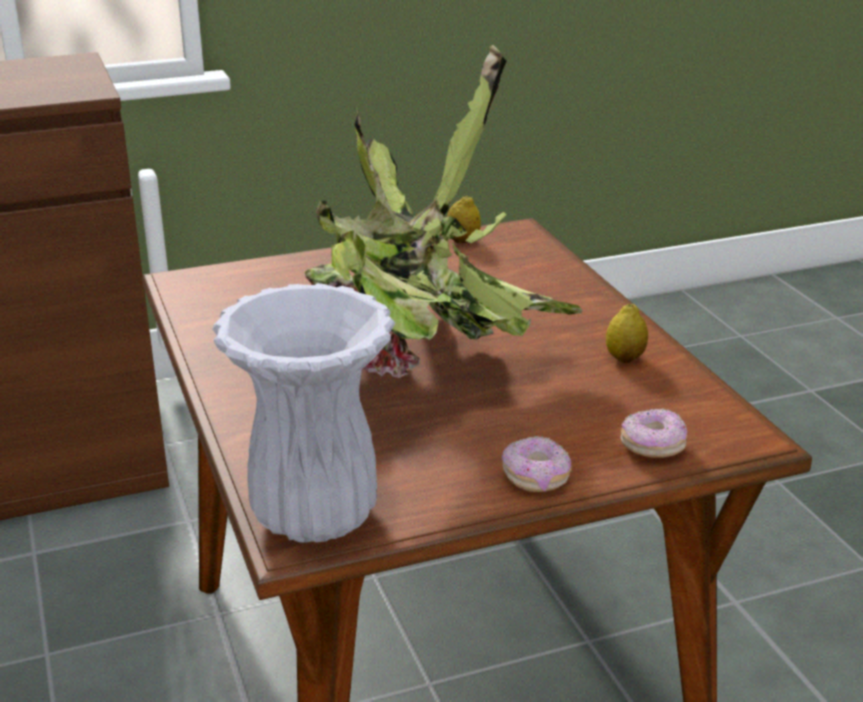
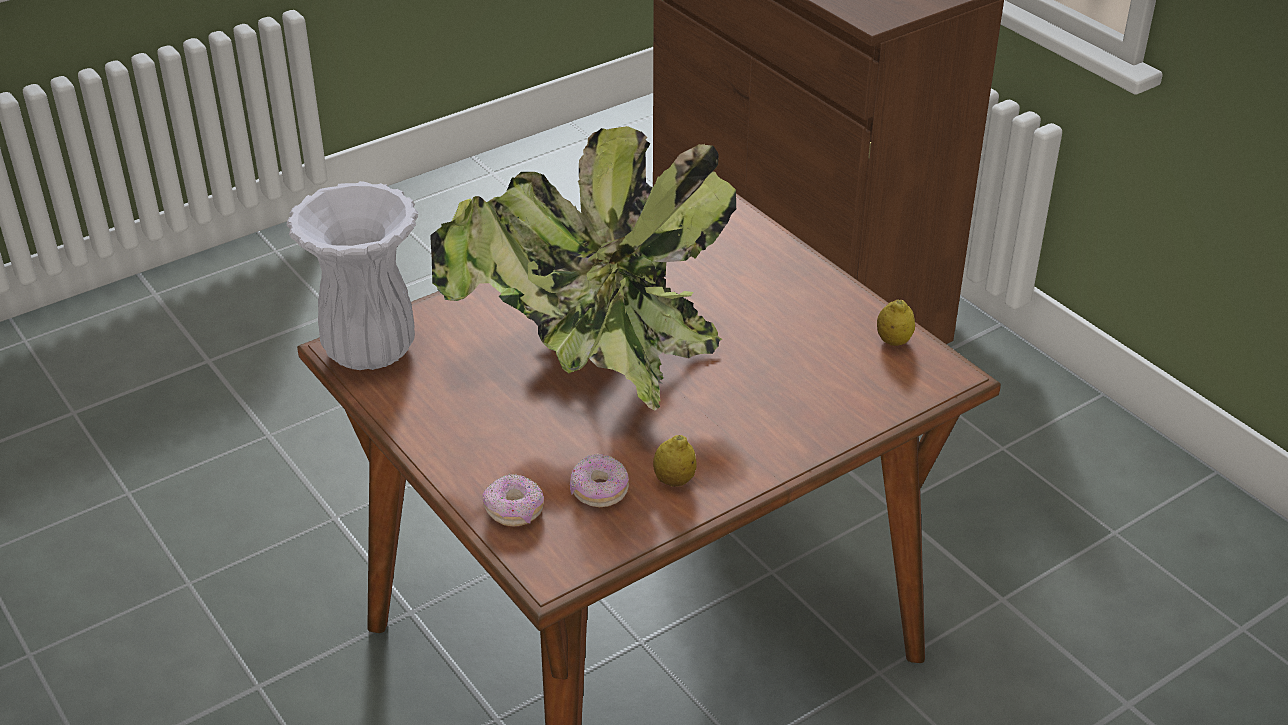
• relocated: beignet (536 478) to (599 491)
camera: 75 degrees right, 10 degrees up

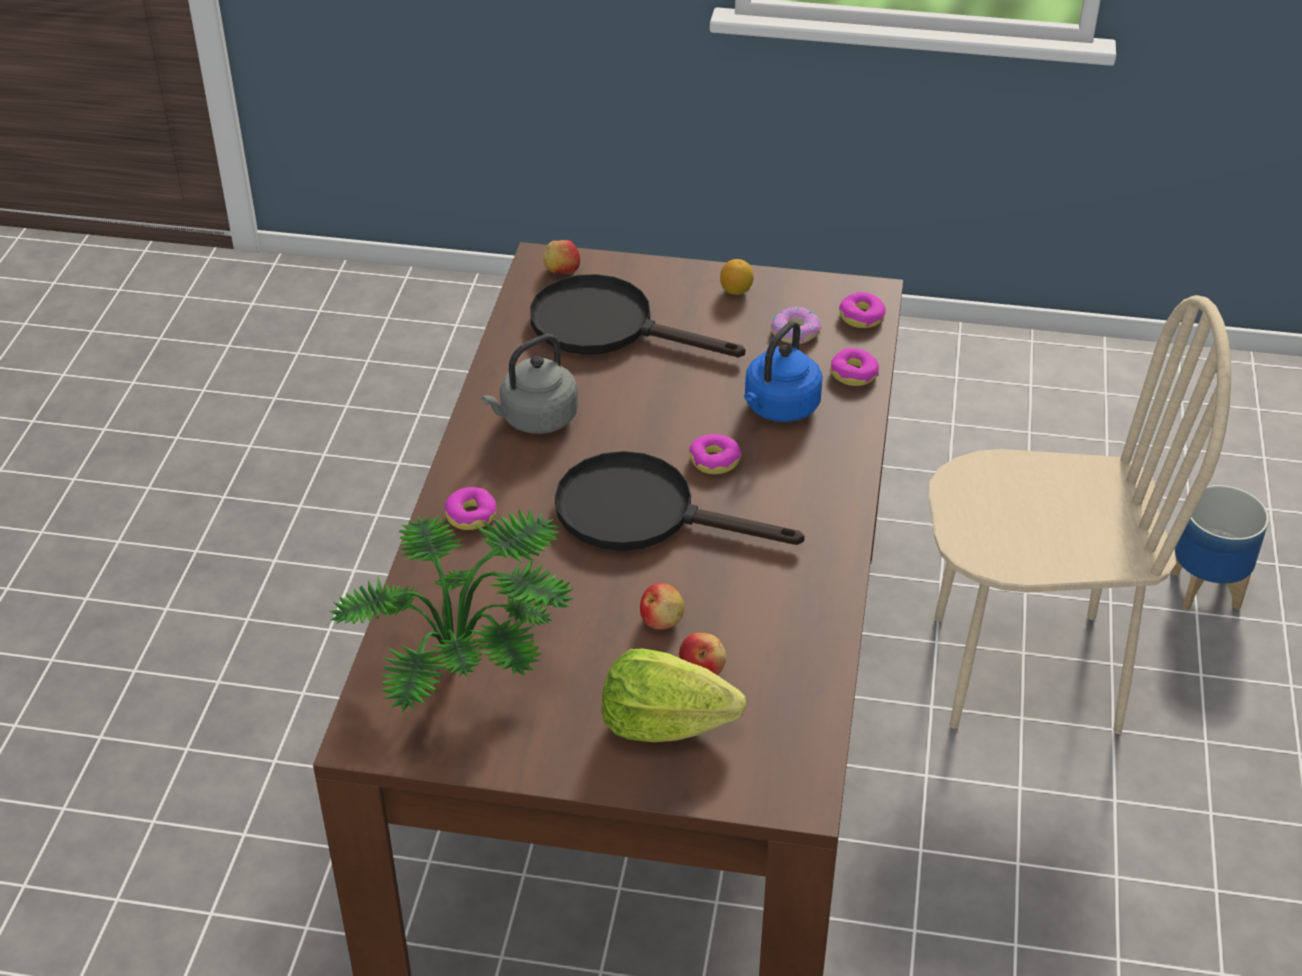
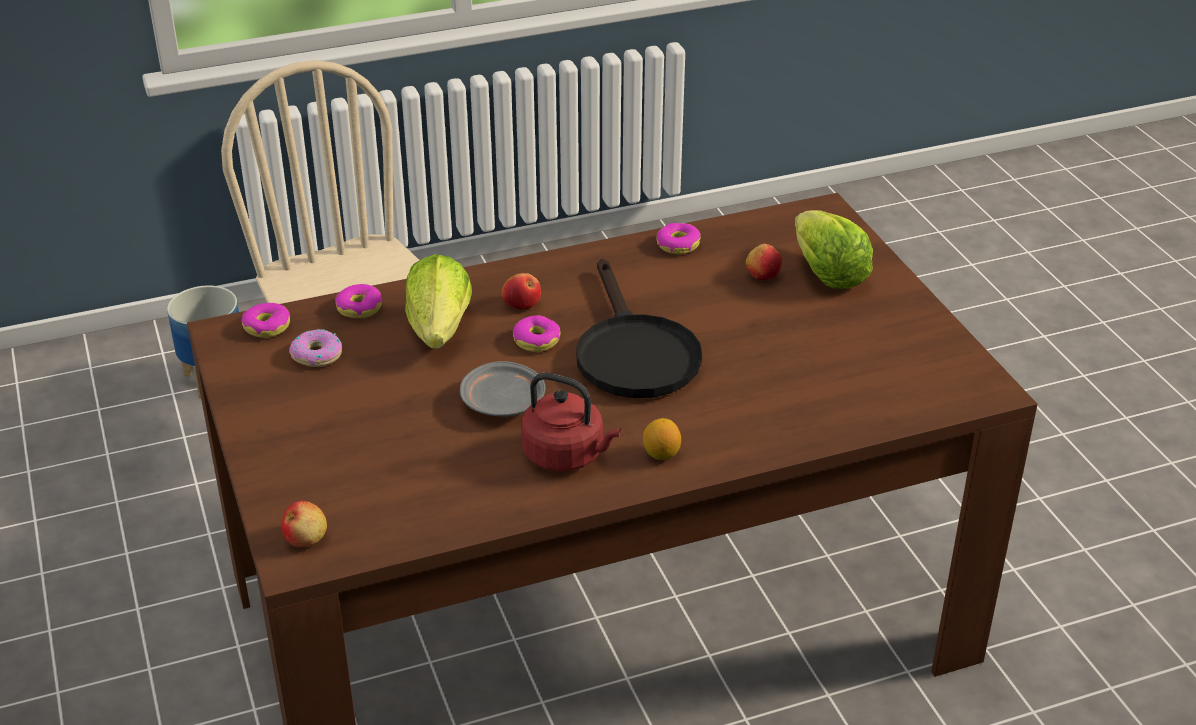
• relocated: citron (736 291) to (661 454)
• missing: poêle [noir] (608 326)
• exchanged: bouilloire [bleu] (779 408) to laitue (439 330)
• colour: bouilloire [gris] (535 419) to bouilloire [rouge] (567 455)
• relocated: beignet (471 515) to (677 245)
• missing: plante en pot (468 668)
• relocated: pomme (662 619) to (521 304)
• appeared: assiette [gris] (503 403)
camera: 120 degrees left, 5 degrees down

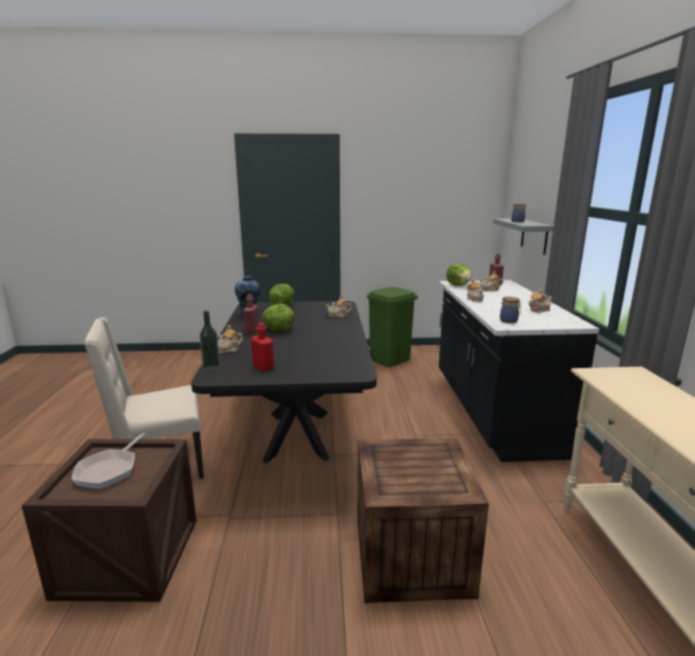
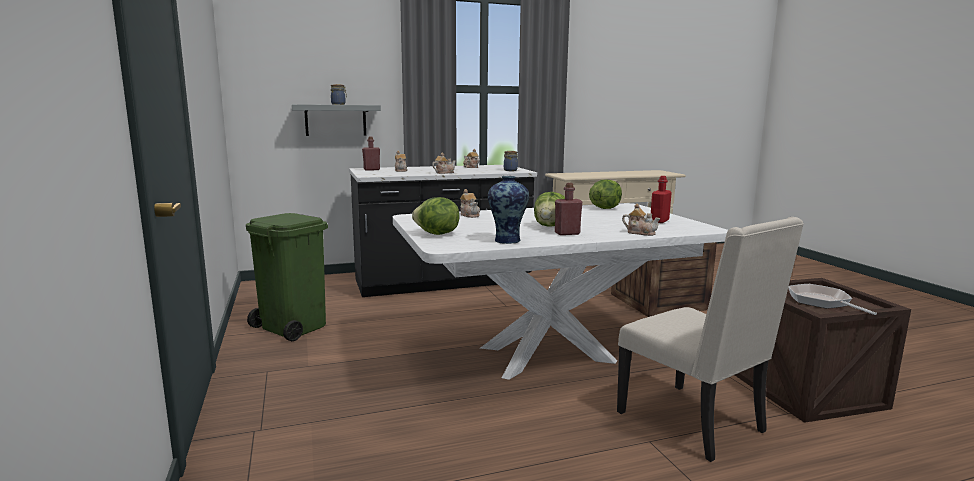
• relocated: laitue (458 285) to (604 208)
• colour: table à manger [noir] (297 435) to table à manger [blanc] (547 355)
• missing: bouteille (211 369)
• spun: poêle (109 470) = (821 302) 105 degrees counterclockwise
camera: 105 degrees left, 5 degrees down

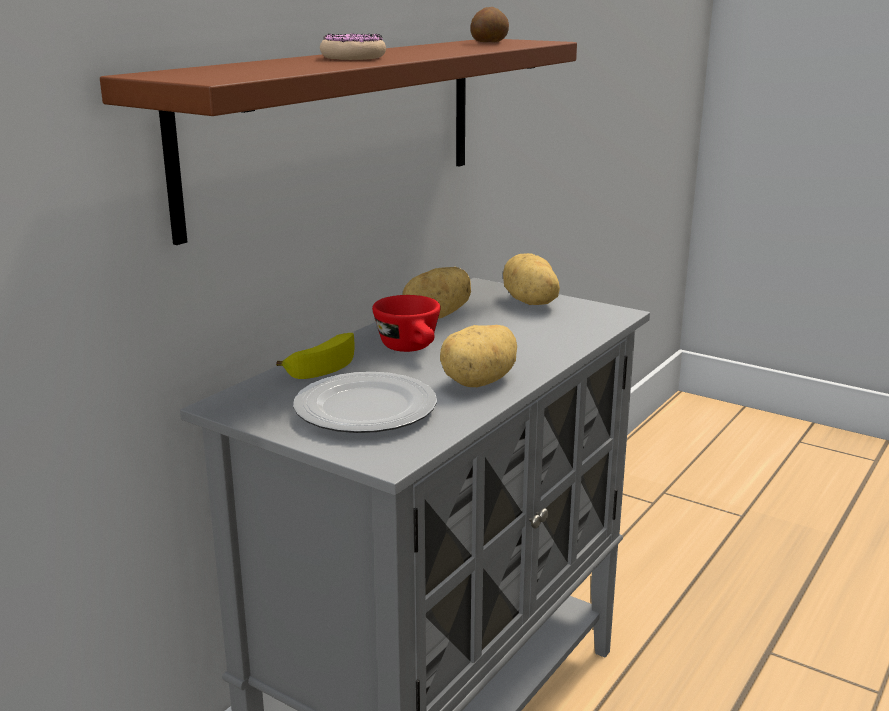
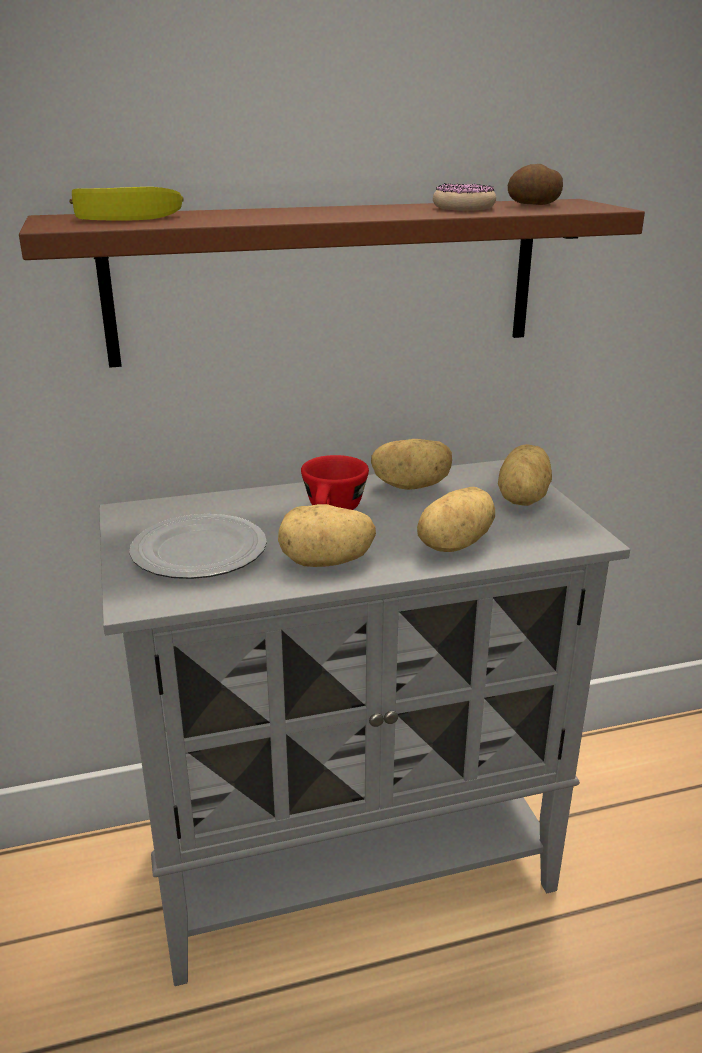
• relocated: beignet (353 57) to (463 207)
• relocated: banane (323 363) to (131 217)
• appeared: pomme de terre (452 545)
camera: 40 degrees right, 5 degrees up

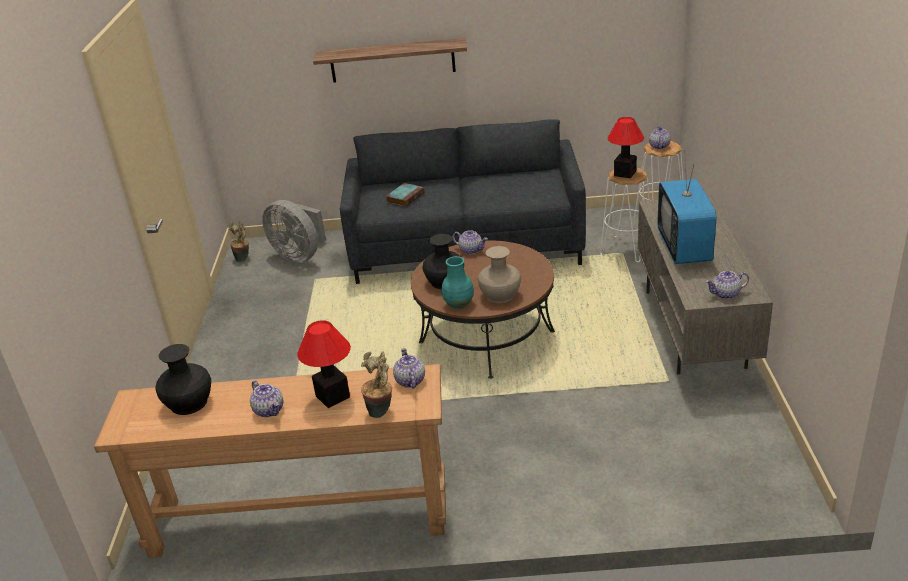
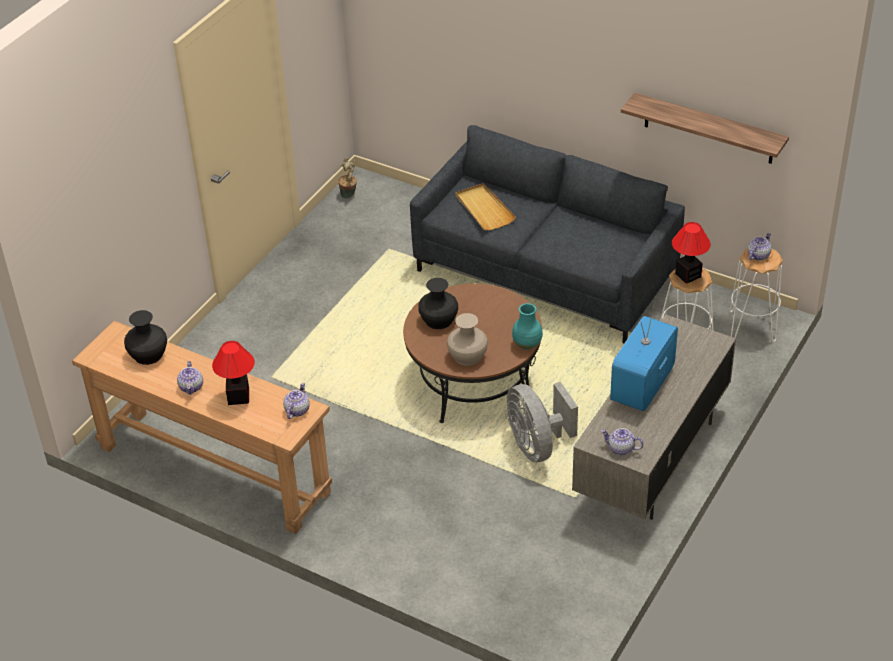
• relocated: étagère (392 60) to (708 129)
• exchanged: livre (405 197) to plateau [beige] (484 209)
• relocated: ventilateur [gris] (300 255) to (537 445)
• missing: théière (471 250)
• relocated: vase [turquoise] (459 304) to (527 344)
• missing: plante en pot (381 410)
camera: 30 degrees right, 10 degrees up

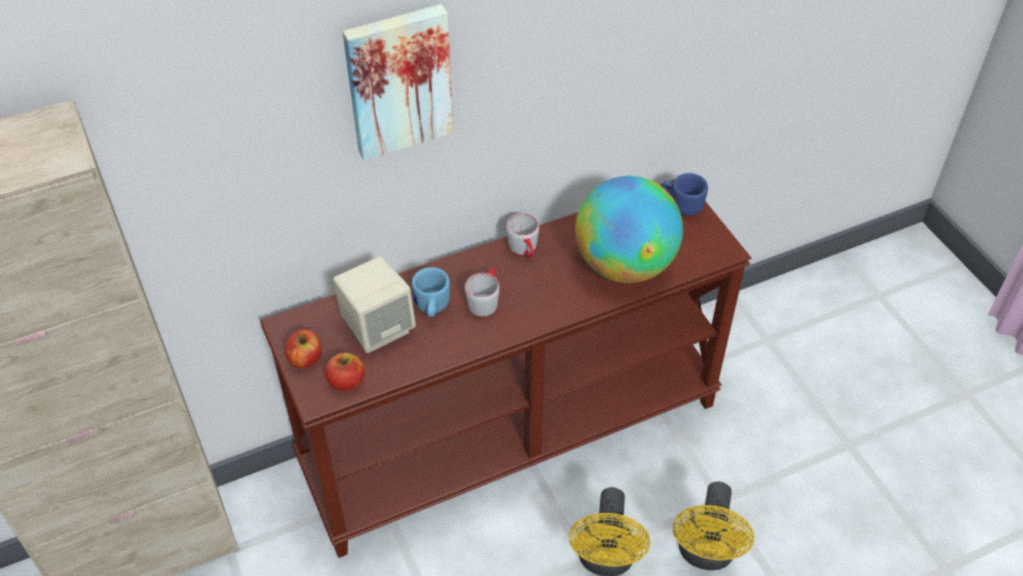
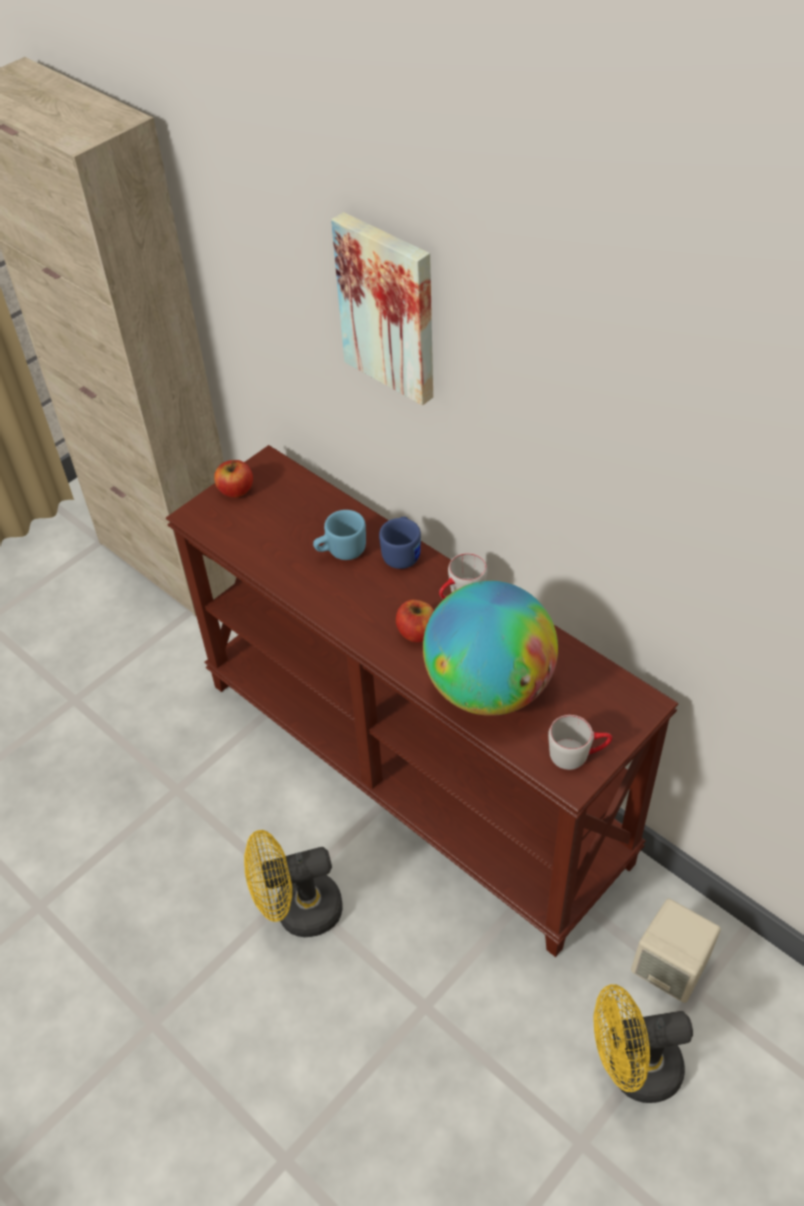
• relocated: mug [bleu] (681 205) to (402 553)
• relocated: enceinte [beige] (378 328) to (670 968)
• relocated: mug [gris] (485 299) to (578 753)
• relocated: pomme (346 381) to (417 632)
• relocated: ventilateur [jaune] (705 554) to (632 1069)
camera: 70 degrees right, 0 degrees up

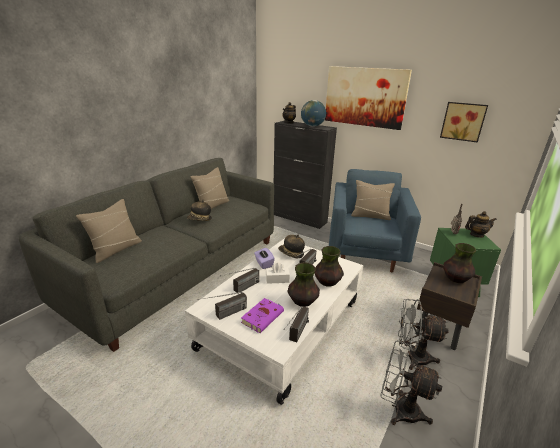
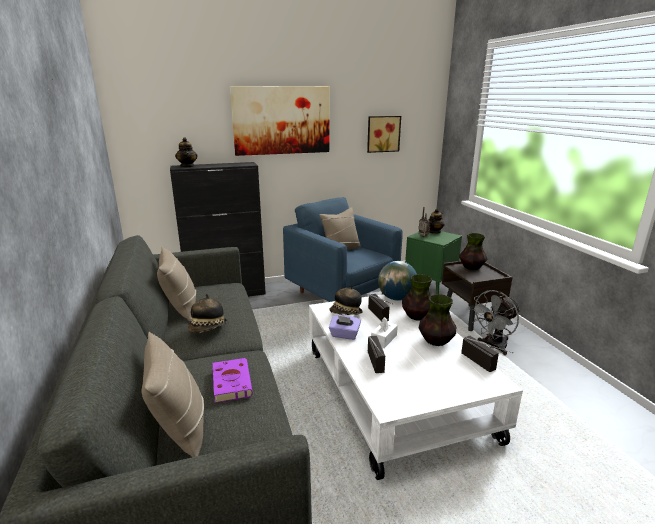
• relocated: globe (312 126) to (396 298)
• missing: radio (224 315)
• relocated: livre [violet] (263 316) to (231 382)
• missing: ventilateur [gris] (399 409)
camera: 50 degrees left, 5 degrees down

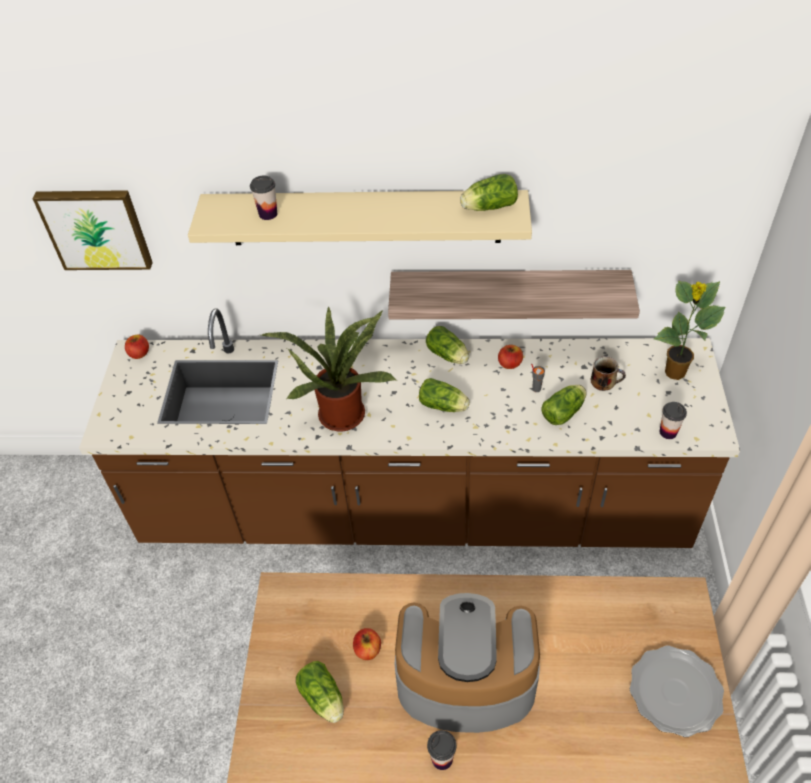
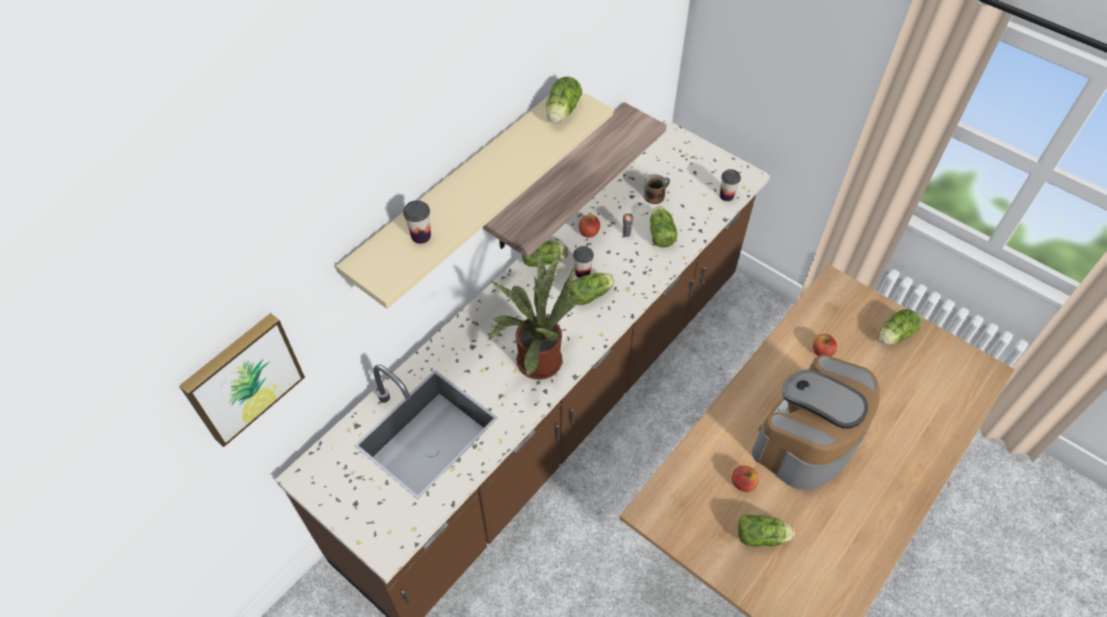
• missing: plante en pot (674 373)
• relocated: pomme (139 353) to (822 351)
• exchanged: assiette (675 692) to laitue (893 335)
• relocated: tasse (442 759) to (582 272)
camera: 55 degrees left, 5 degrees up

